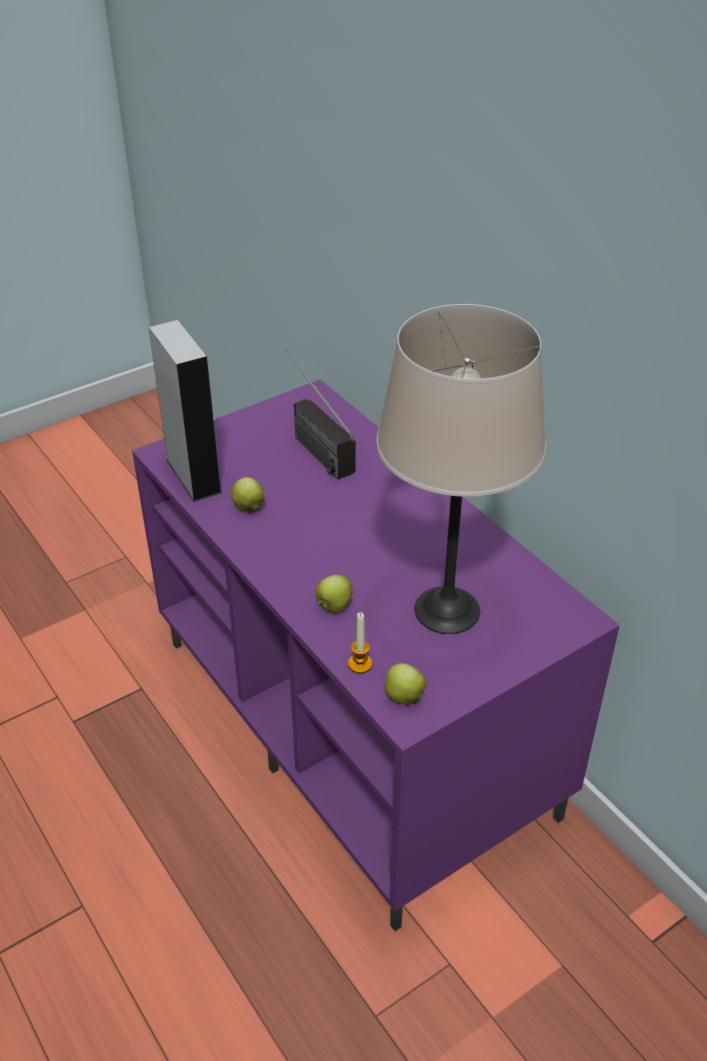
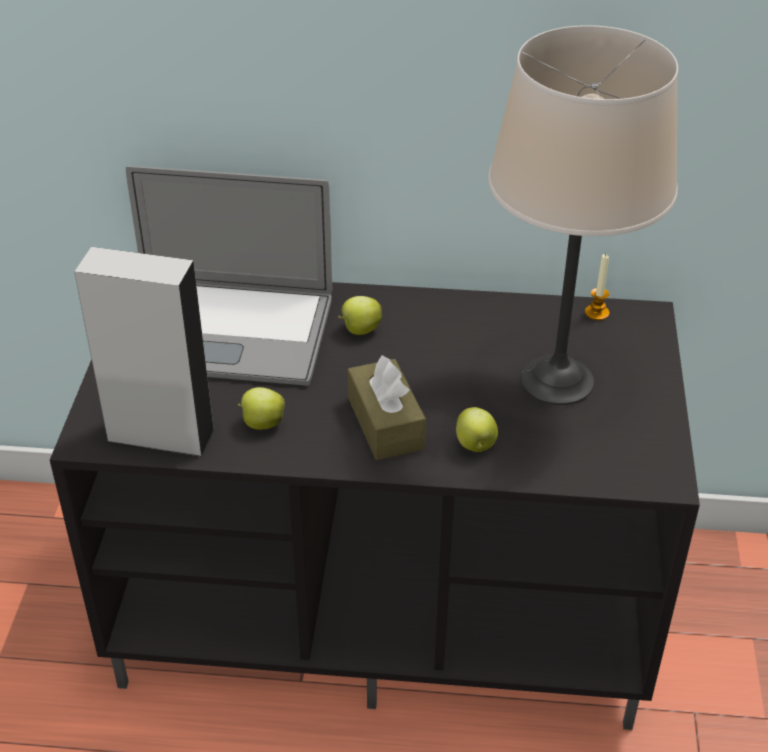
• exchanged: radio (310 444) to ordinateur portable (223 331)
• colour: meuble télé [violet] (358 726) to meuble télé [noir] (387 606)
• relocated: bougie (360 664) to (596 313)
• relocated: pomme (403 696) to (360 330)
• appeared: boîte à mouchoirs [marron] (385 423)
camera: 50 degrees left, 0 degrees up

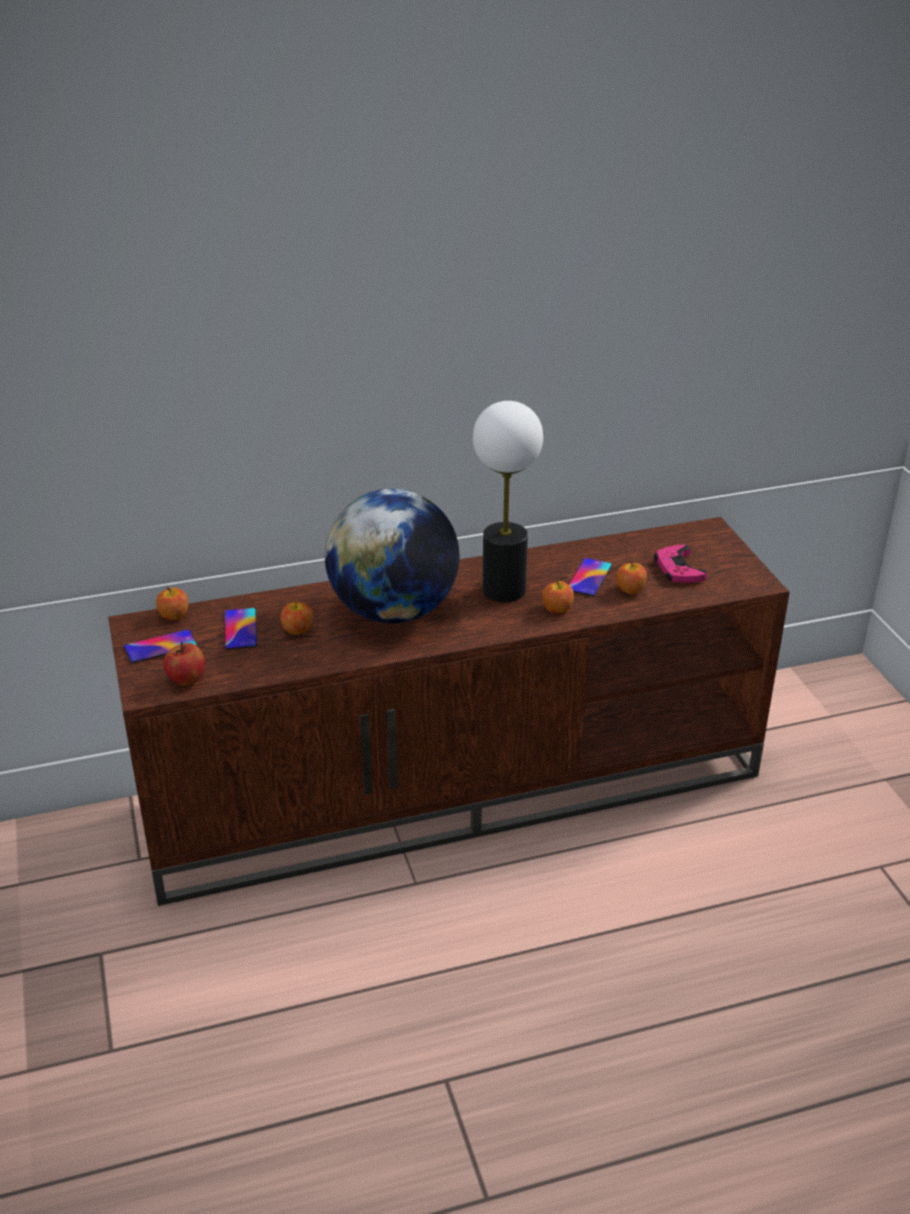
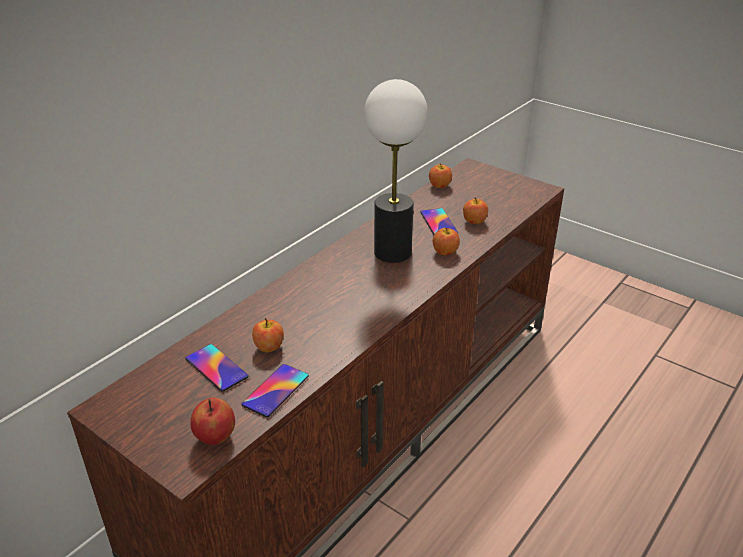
• missing: globe (393 611)
• missing: manette [rose] (678 569)
• relocated: pomme (174 616) to (439 185)
• relocated: téléphone (160 647) to (276 390)
camera: 35 degrees left, 0 degrees up

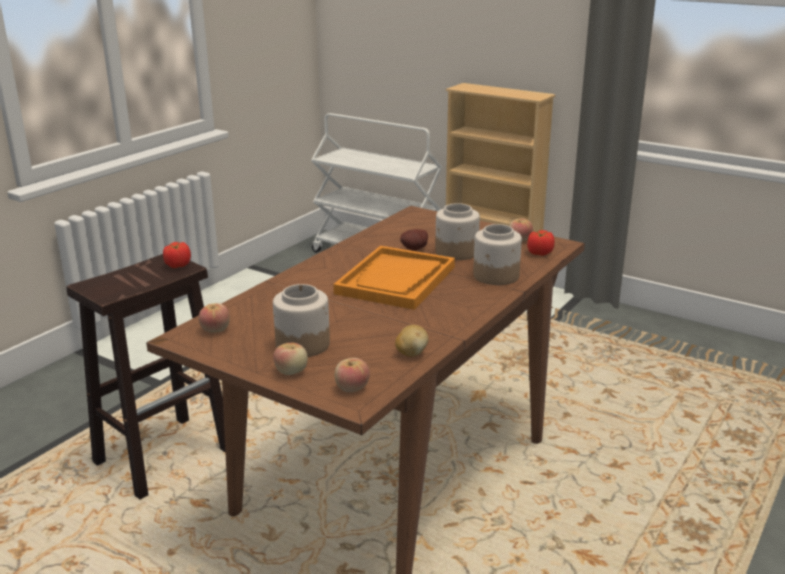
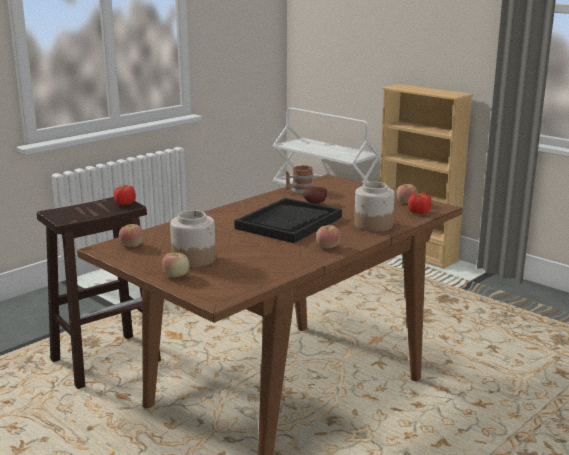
• missing: bocal (456 252)
• colour: plateau [orange] (396 280) to plateau [noir] (289 223)
• missing: pomme de terre (411 353)
• relocated: pomme (352 388) to (327 247)
• appeared: mug (299 191)
camera: 10 degrees right, 5 degrees down

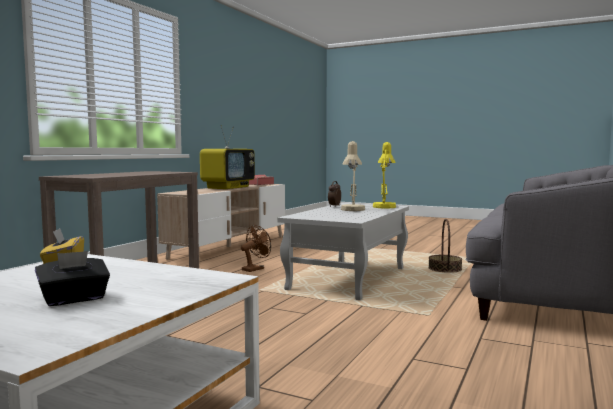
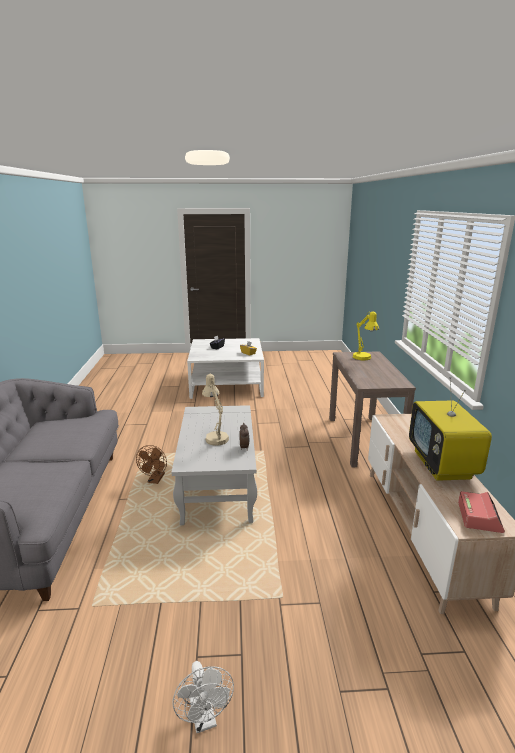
• relocated: lampe de table [jaune] (384 206) to (363 358)
• missing: panier (445 269)
• relocated: ventilateur [marron] (255 269) to (155 480)
• appeared: ventilateur [blanc] (204 719)
camera: 150 degrees right, 15 degrees up

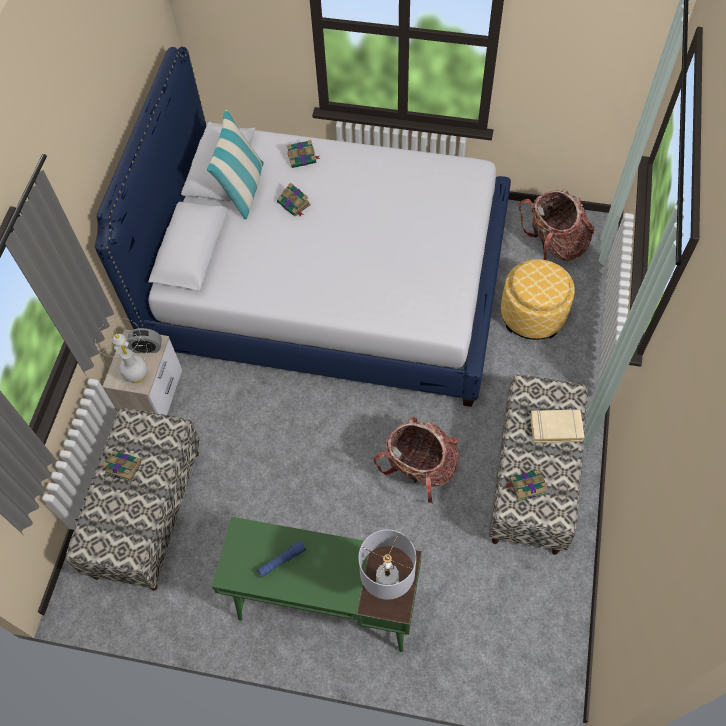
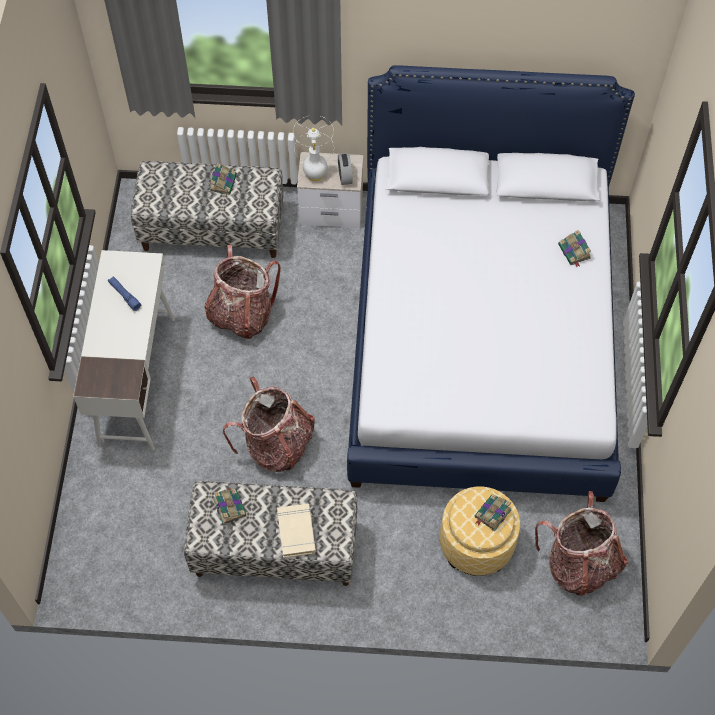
• missing: coussin (243 190)
• relocated: livre (294 204) to (492 514)
• colour: bureau [vert] (325 605) to bureau [blanc] (137 380)
• missing: lampe de table [gris] (387 587)
• appeared: sac à dos (241 314)
camera: 80 degrees right, 0 degrees up

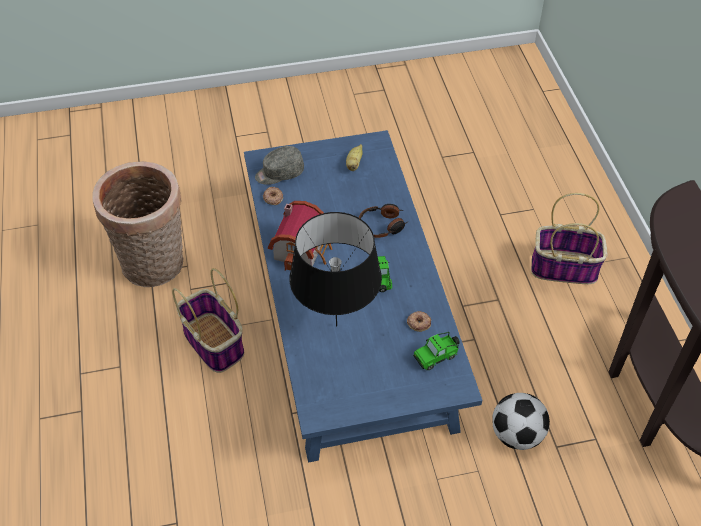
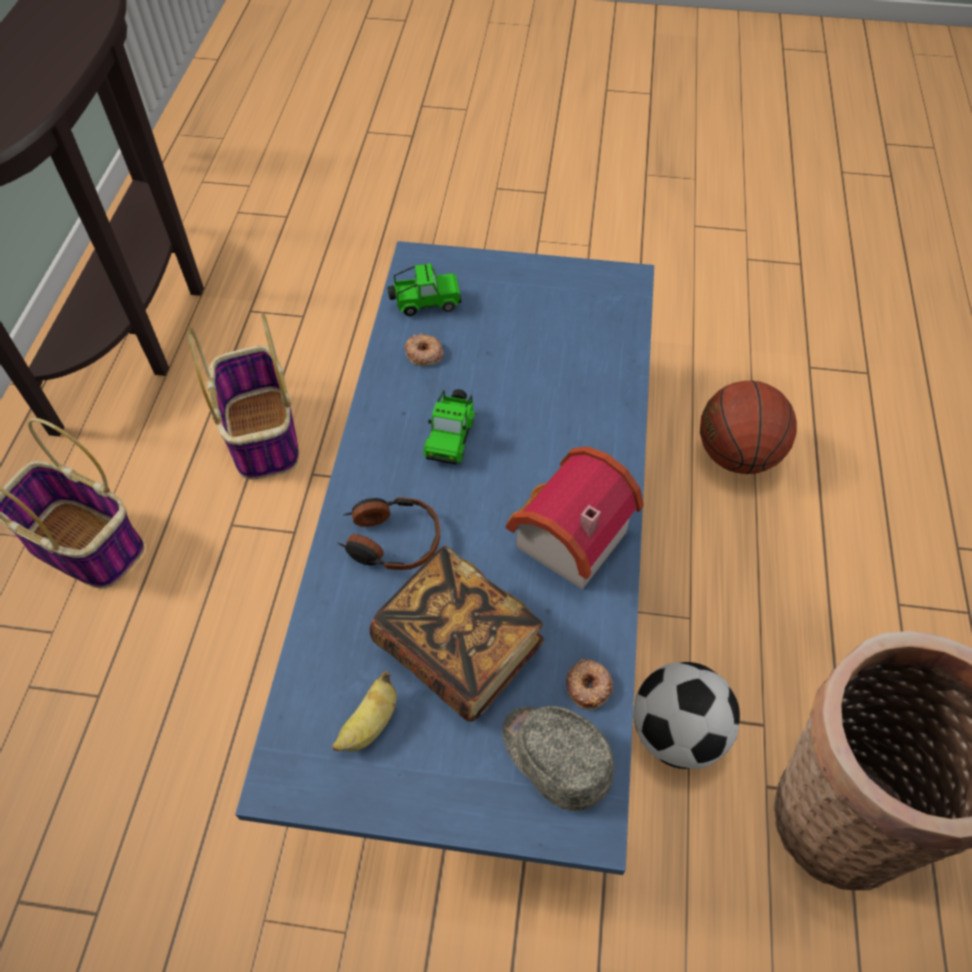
• spun: casquette [gris] (279 173) = (554 757) 135 degrees counterclockwise
• missing: lampe de table [noir] (336 325)
• relocated: panier (214 343) to (261 433)
• relocated: ballon de foot (517 434) to (676 732)
• appeared: ballon de basket (736 454)
• appeared: livre (458 648)
camera: 160 degrees left, 5 degrees up

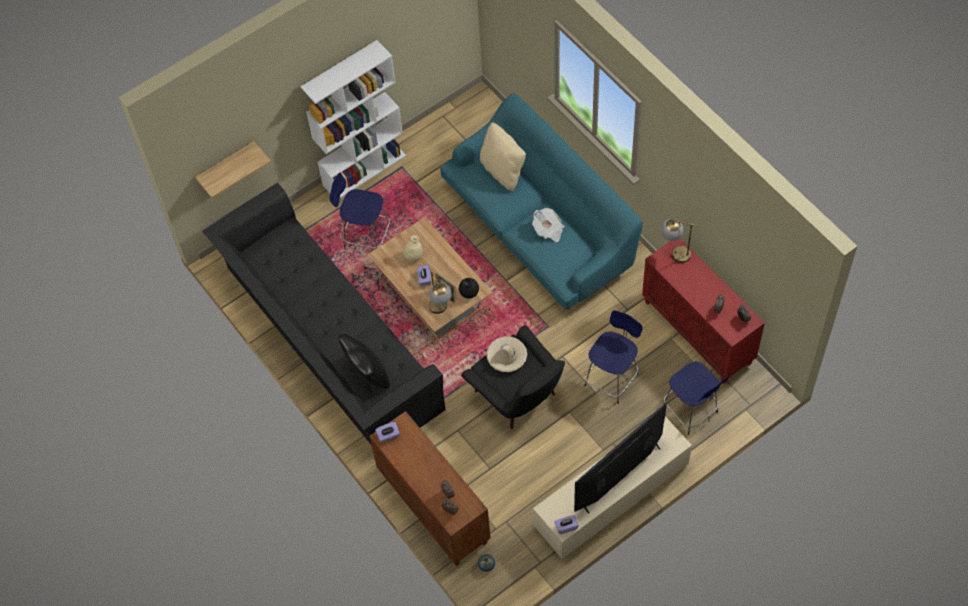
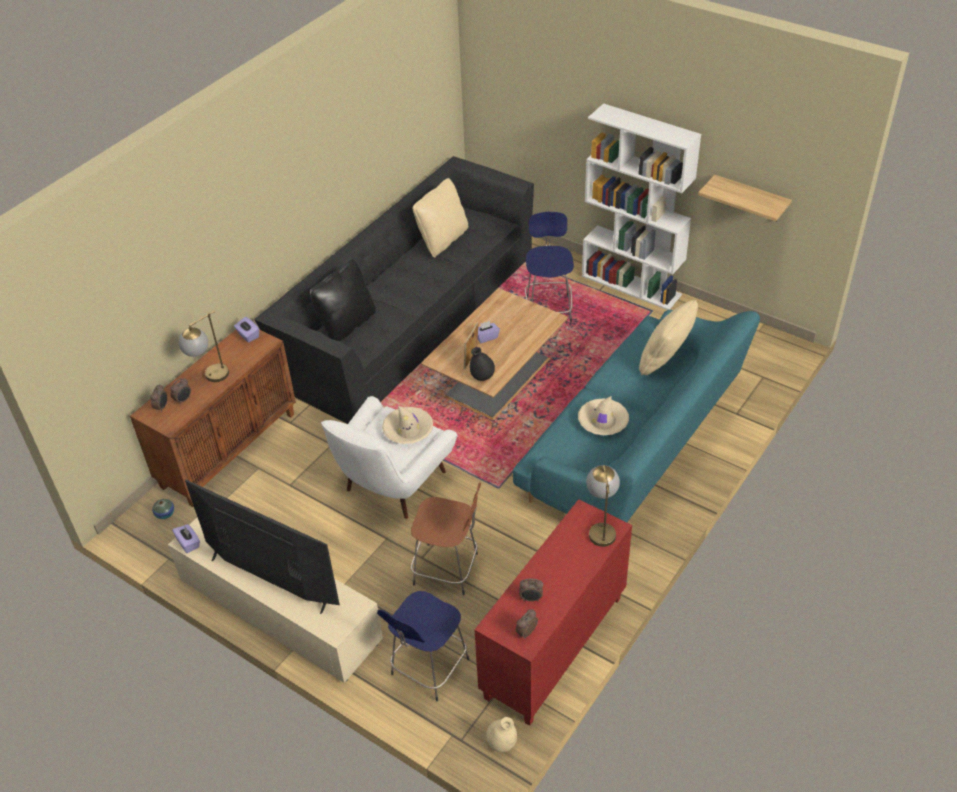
• relocated: étagère (226 166) to (750 199)
• exchanged: journal (548 230) to chapeau [beige] (603 421)
• relocated: vase [beige] (414 257) to (502 743)
• relocated: lampe de table (441 311) to (210 378)
• colour: tabouret [bleu] (612 378) to tabouret [marron] (448 569)
• colour: fauteuil [noir] (518 396) to fauteuil [blanc] (392 485)
• appeared: coussin [beige] (442 240)
camera: 70 degrees right, 15 degrees down

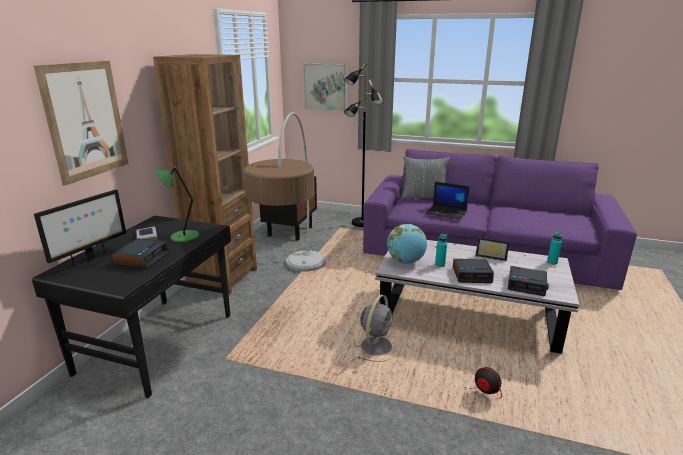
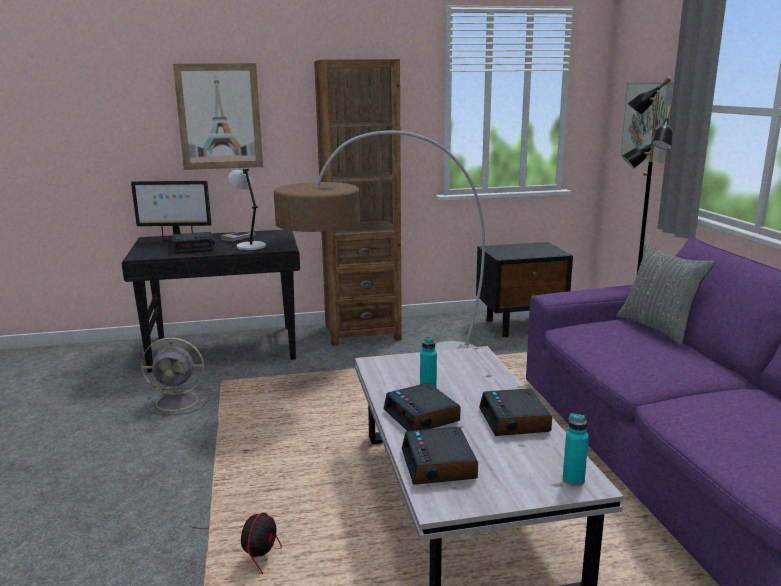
• colour: lampe de table [vert] (183 237) to lampe de table [gris] (250 246)
• missing: ordinateur portable (447 212)
• missing: globe (406 262)
• exchanged: cadre photo (491 256) to réveil (515 420)
• relocated: ventilateur [gris] (377 345) to (179 401)
camera: 60 degrees right, 5 degrees down

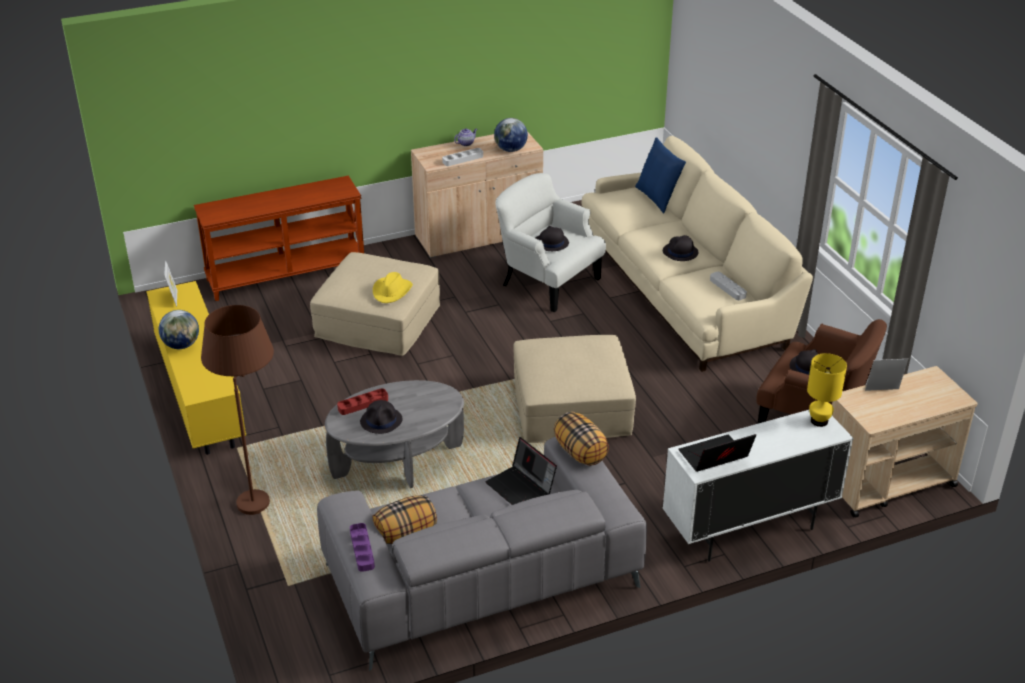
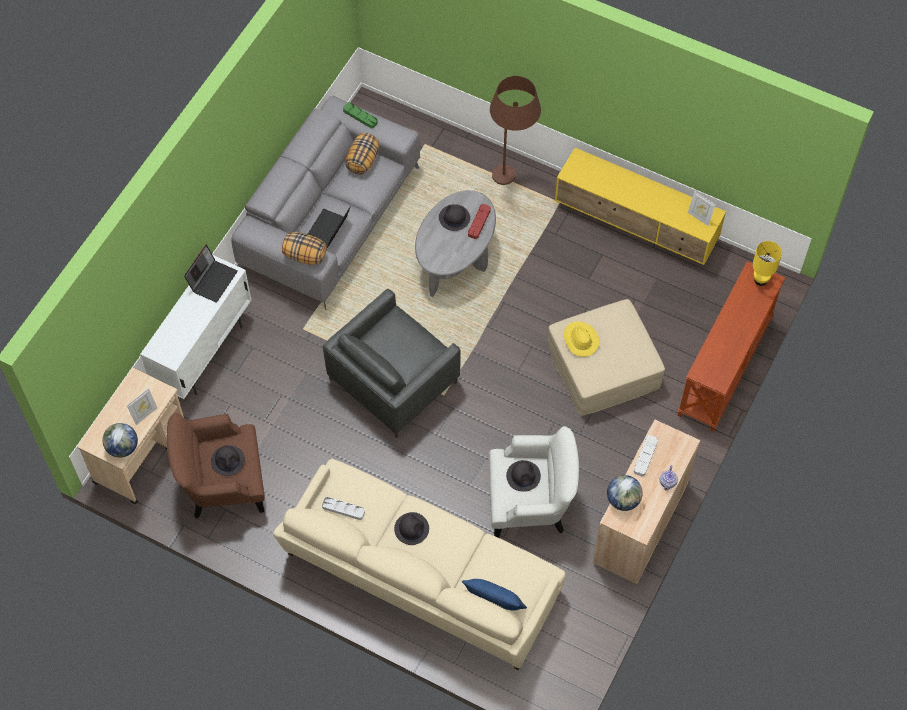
• relocated: globe (181 345) to (123 448)
• exchanged: pouf [beige] (572 407) to fauteuil [gris] (392 380)
• relocated: lampe de table [jaune] (819 421) to (760 280)
• spun: ordinateur portable (521 488) = (328 230) 75 degrees counterclockwise
• colour: plateau [violet] (362 549) to plateau [vert] (360 116)
camera: 140 degrees right, 25 degrees up

